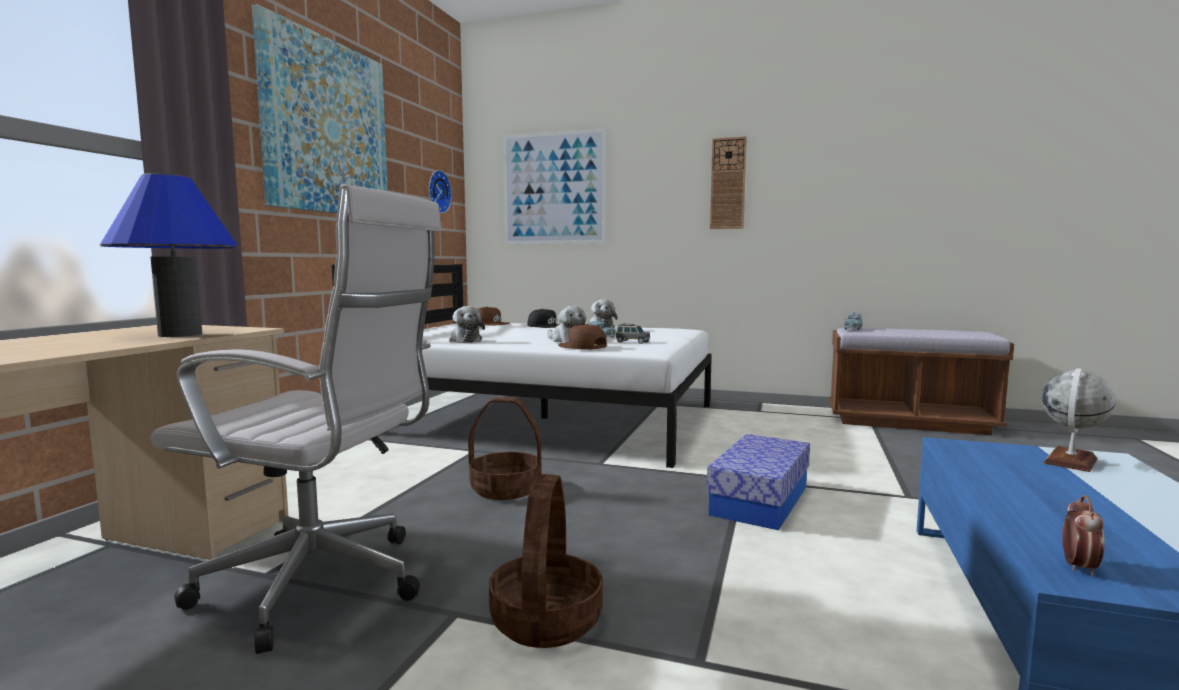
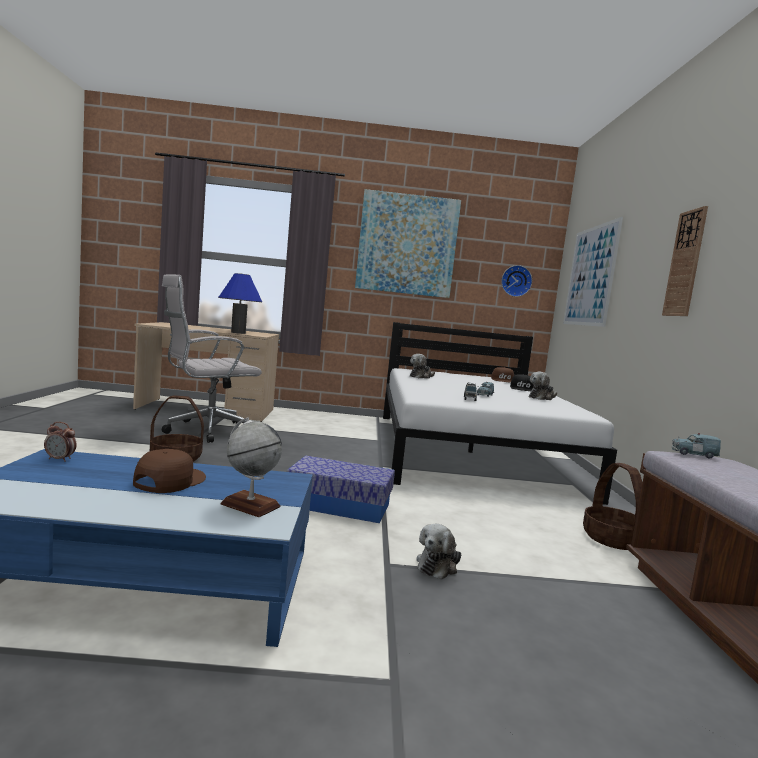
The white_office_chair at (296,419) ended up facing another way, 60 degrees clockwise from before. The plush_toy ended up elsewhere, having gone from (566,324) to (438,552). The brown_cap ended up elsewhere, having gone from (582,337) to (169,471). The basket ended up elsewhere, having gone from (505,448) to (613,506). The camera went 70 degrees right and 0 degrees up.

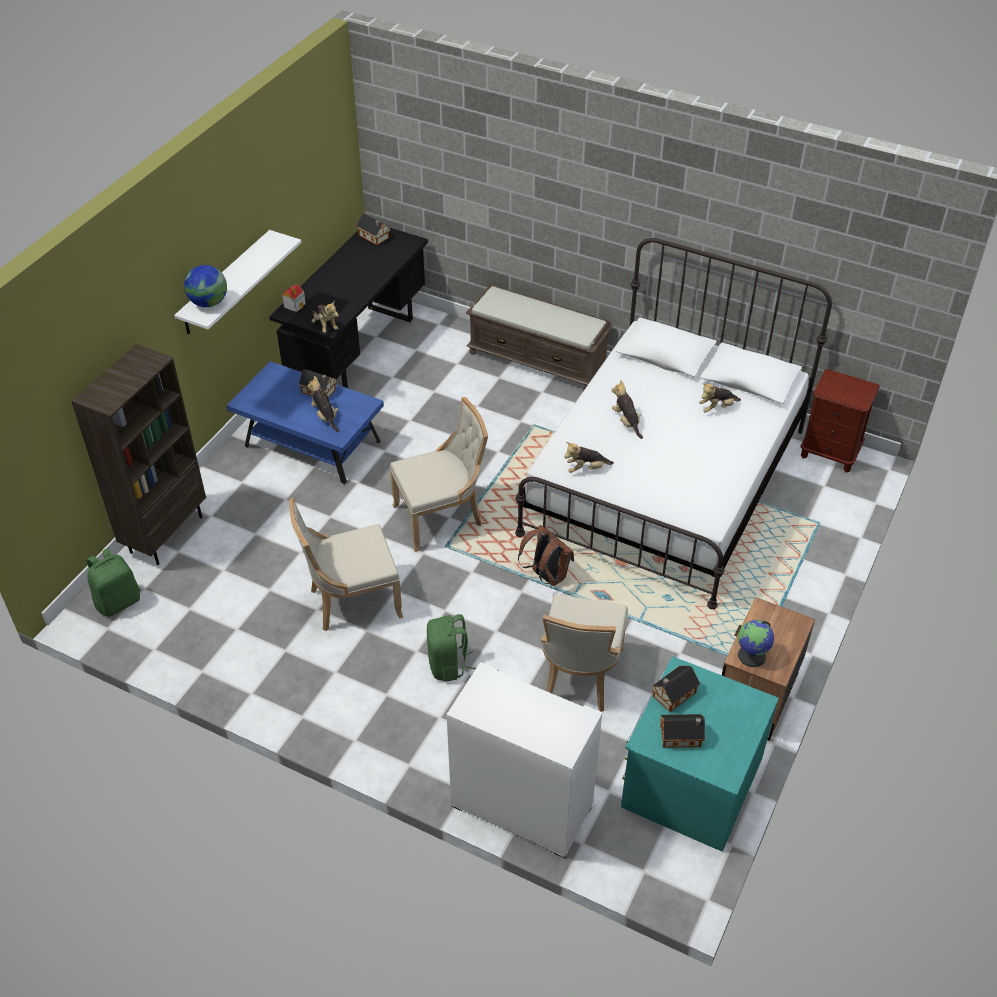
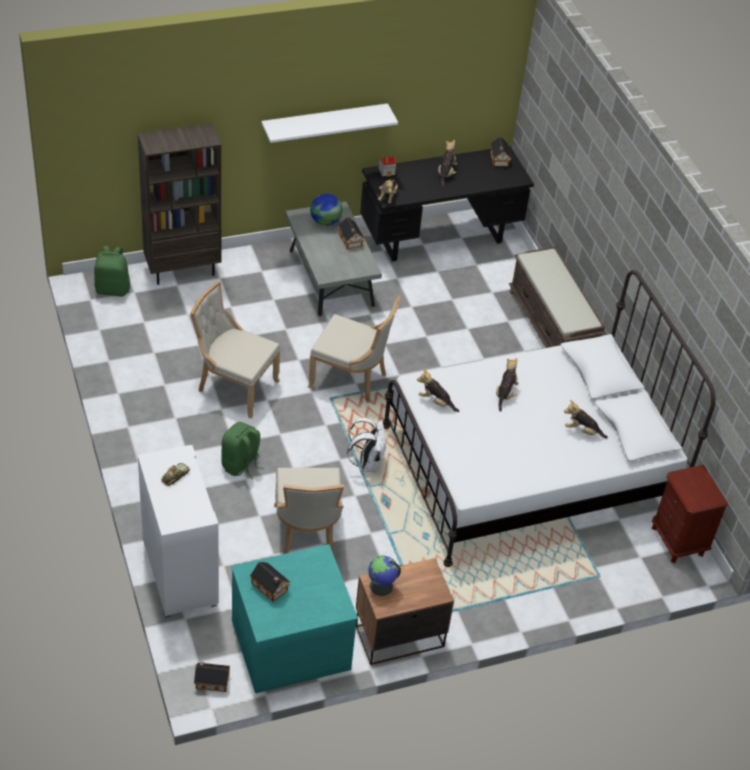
The globe ended up elsewhere, having gone from (205,286) to (326,210). What was the blue_coffee_table at (305,423) turned into the grey_coffee_table at (333,259). The plush_toy ended up elsewhere, having gone from (323,404) to (447,163). What was the brown_backpack at (546,555) turned into the white_backpack at (366,444). The beige_chair at (584,653) ended up facing another way, 60 degrees counterclockwise from before. The toy_house ended up elsewhere, having gone from (676,689) to (212,677). The second view gained the toy_car at (175,474). The camera went 40 degrees right and 0 degrees up.

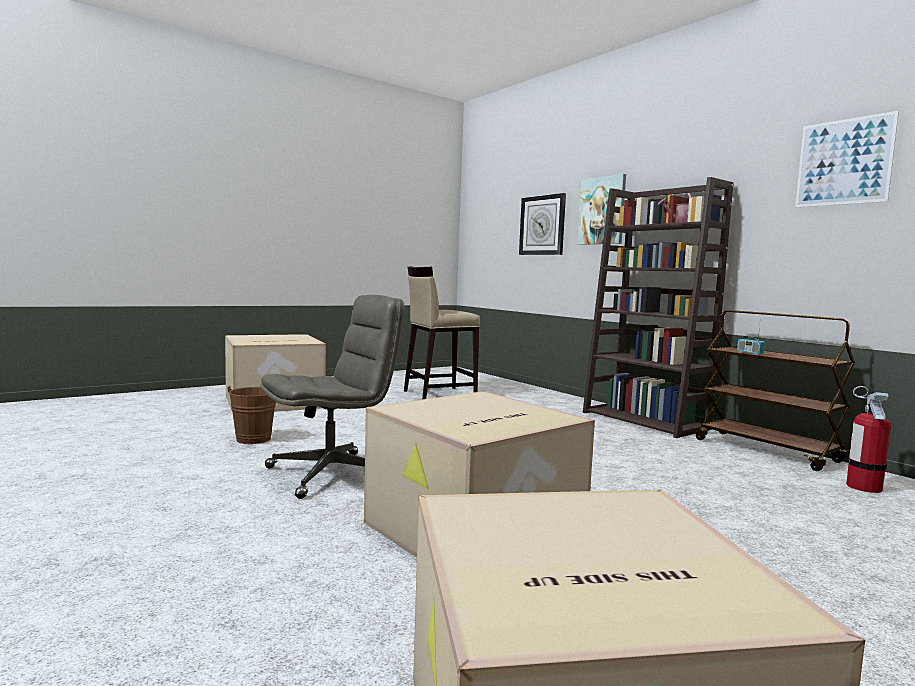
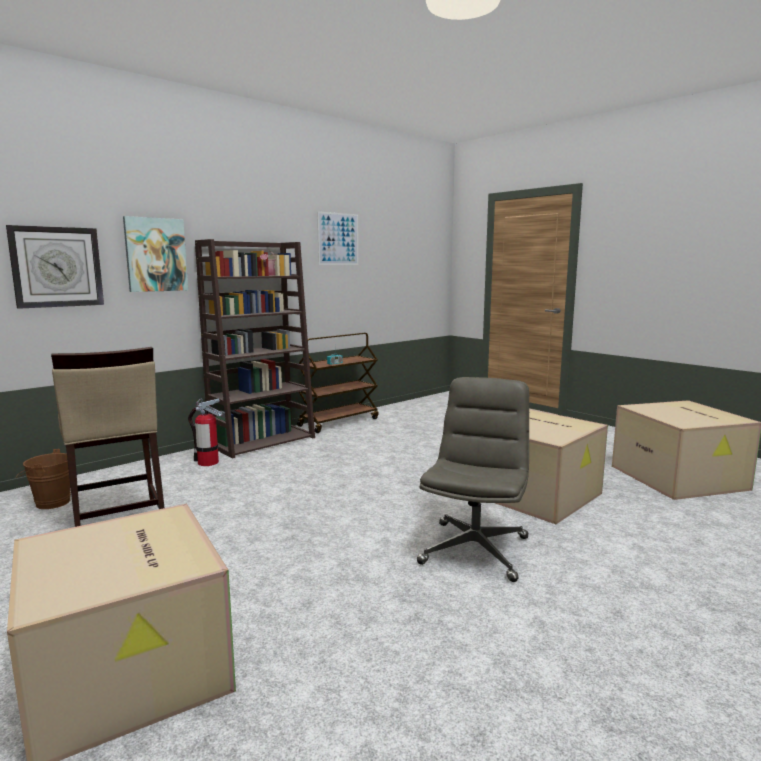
The grey_office_chair at (332,397) ended up facing another way, 60 degrees clockwise from before. The brown_bucket ended up elsewhere, having gone from (251,415) to (43,479). The fire_extinguisher ended up elsewhere, having gone from (868,439) to (205,432). The camera went 95 degrees left and 5 degrees up.

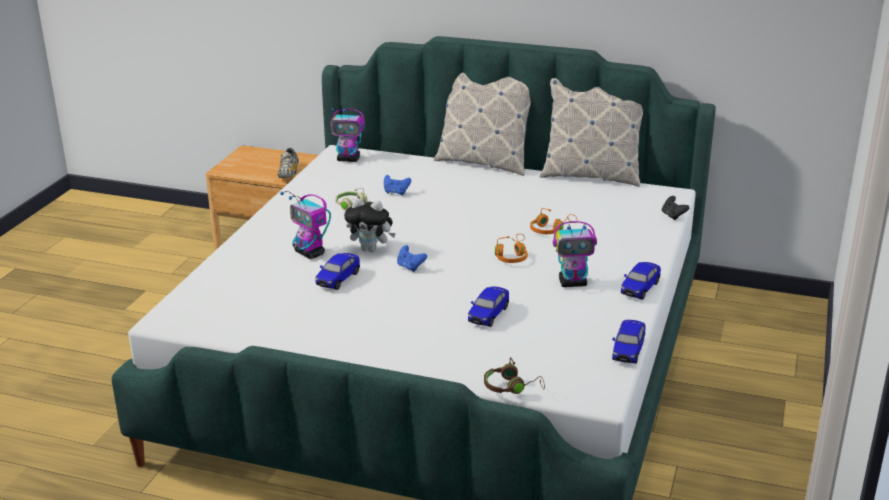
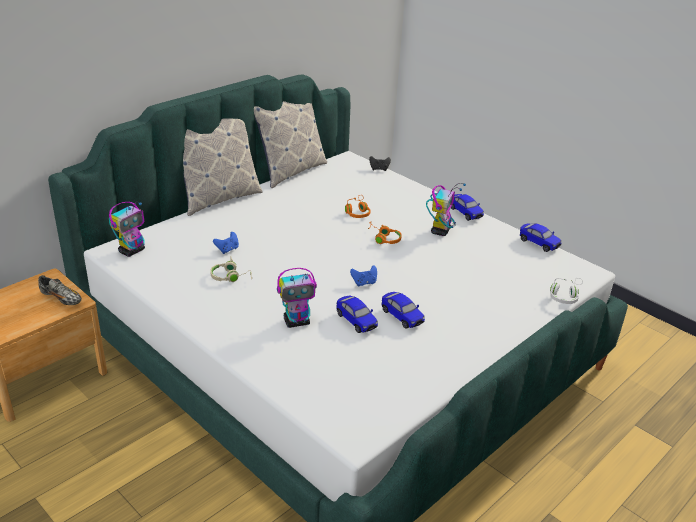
The second view lost the plush_toy at (370,225). The toy_car ended up elsewhere, having gone from (488,306) to (403,310). What was the brown_headphones at (514,375) turned into the white_headphones at (566,291). The camera went 65 degrees left and 5 degrees up.

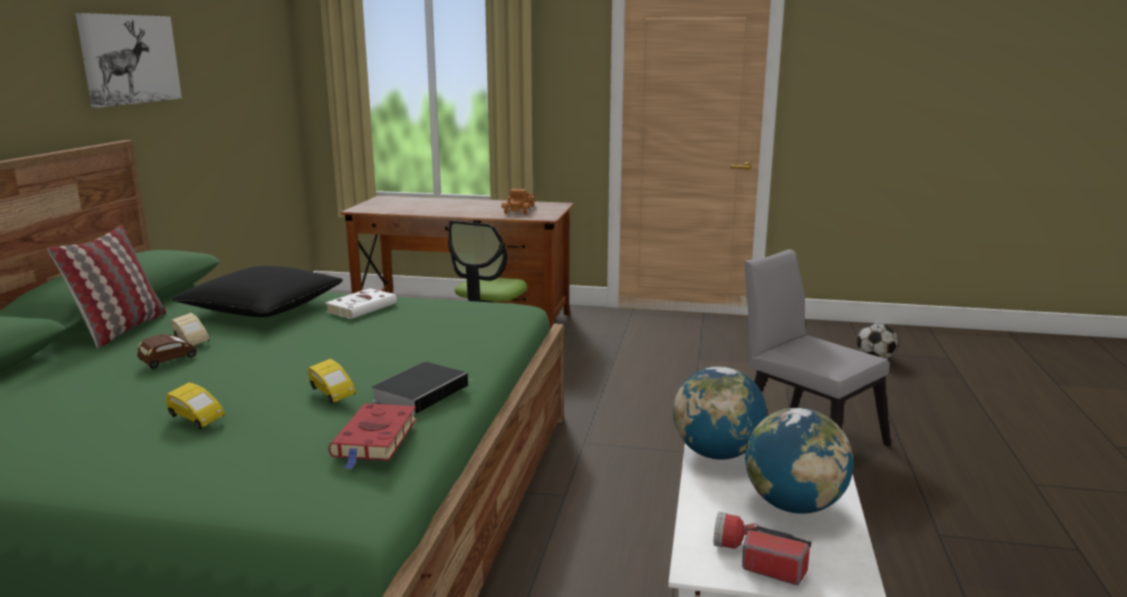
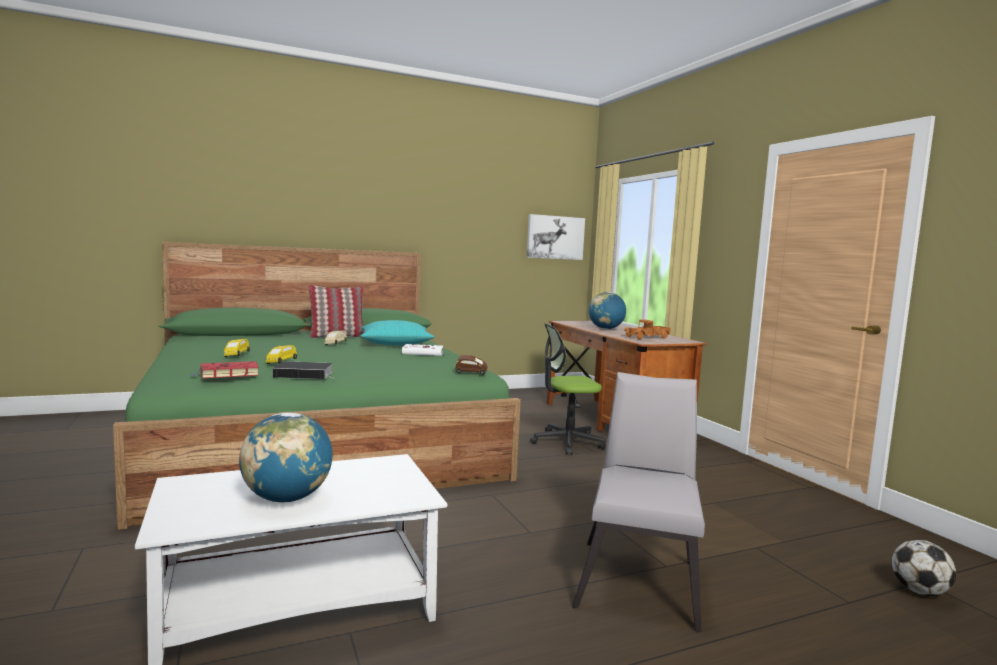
The picture ended up elsewhere, having gone from (129,60) to (555,237). What was the black_pillow at (257,291) turned into the turquoise_pillow at (397,332). The brown_toy_car ended up elsewhere, having gone from (167,351) to (471,365). The globe ended up elsewhere, having gone from (720,413) to (607,310). The second view lost the flashlight at (763,548). The camera went 55 degrees right and 10 degrees down.

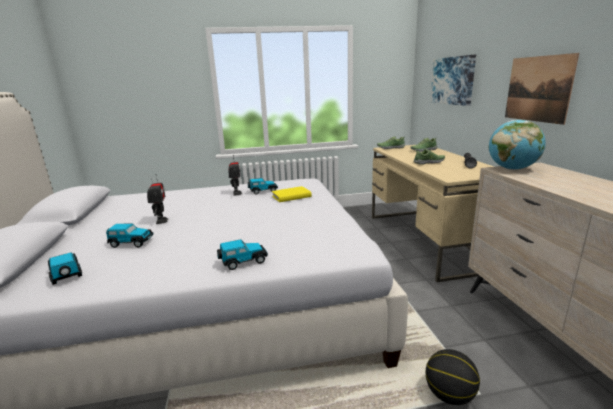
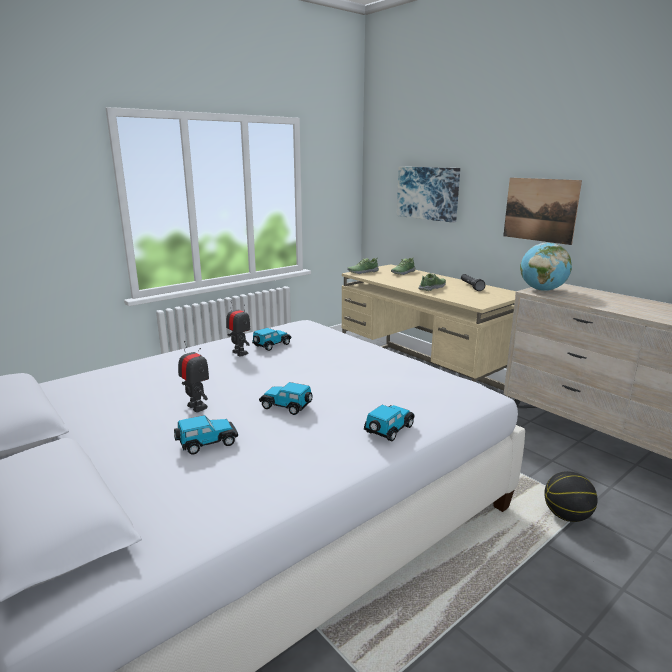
The second view lost the yellow_book at (292,194). The toy_car ended up elsewhere, having gone from (65,268) to (286,398). The camera went 30 degrees left and 0 degrees up.

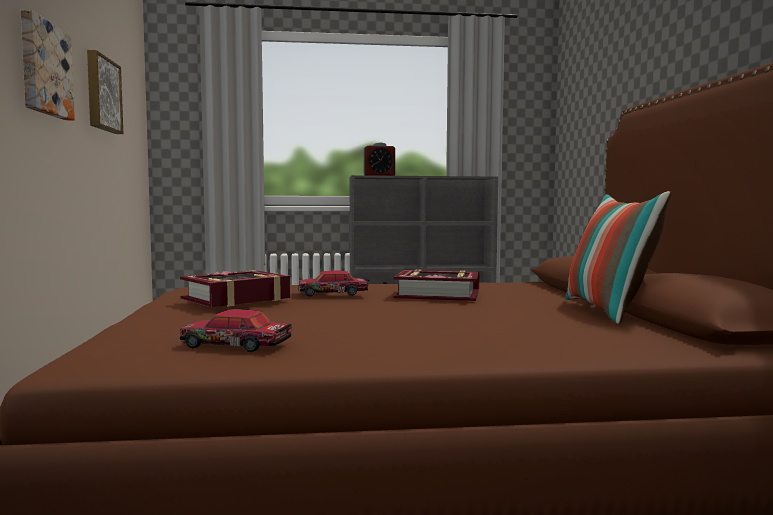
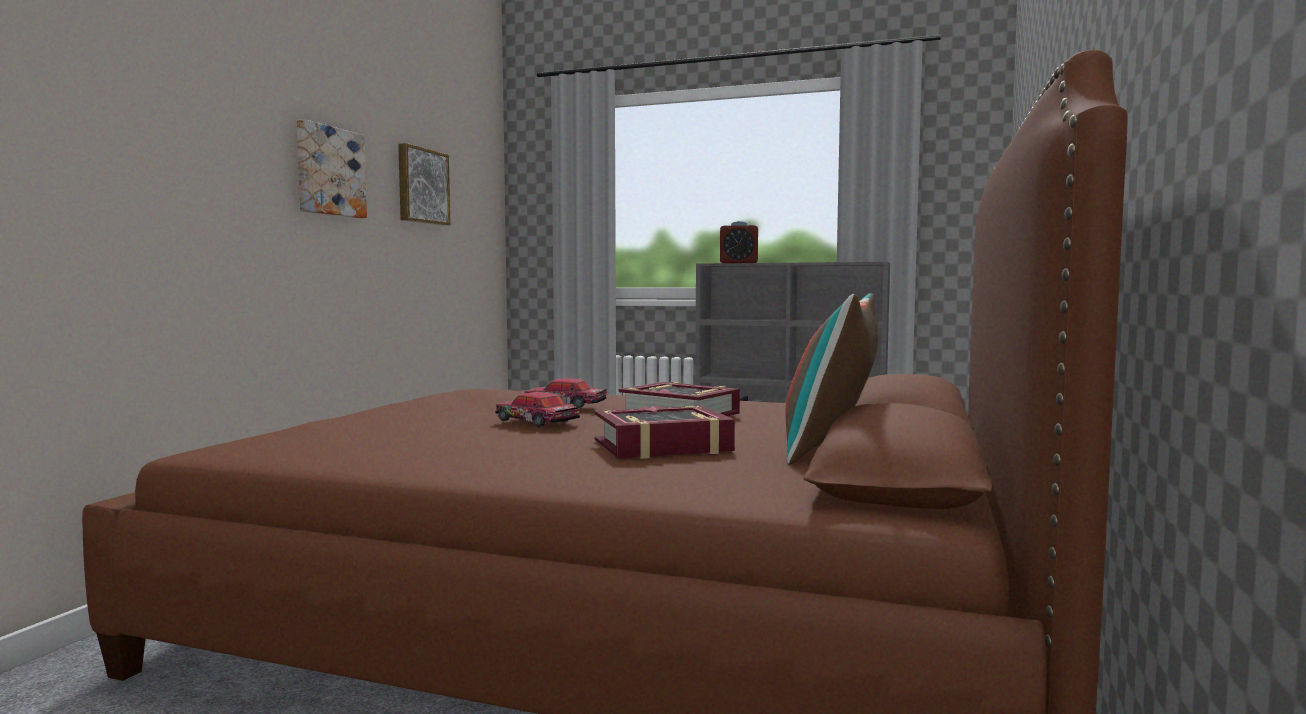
The book ended up elsewhere, having gone from (235,288) to (665,432). The toy_car ended up elsewhere, having gone from (236,331) to (537,409). The camera went 25 degrees right and 0 degrees up.

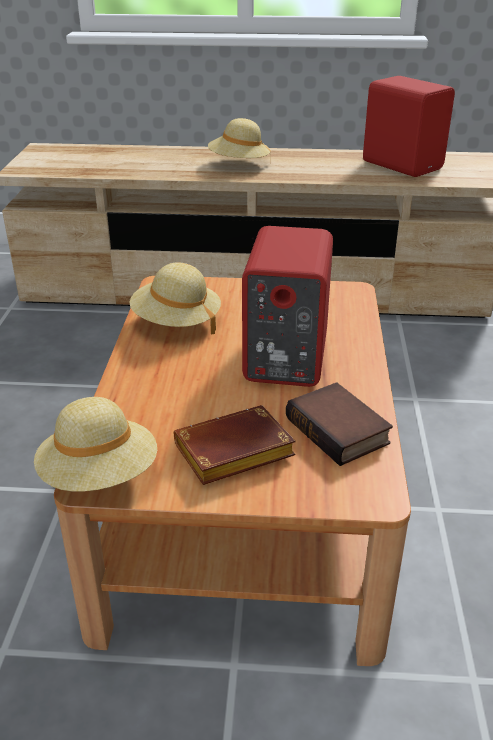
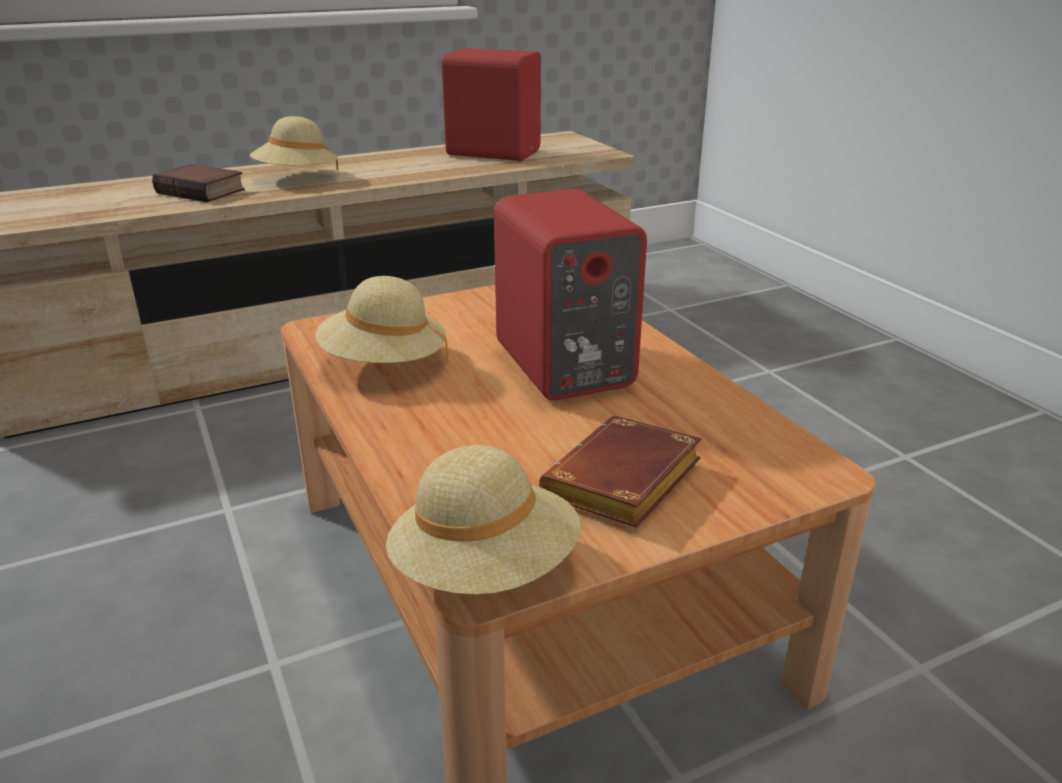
The book ended up elsewhere, having gone from (339,424) to (198,183). The camera went 30 degrees left and 5 degrees down.

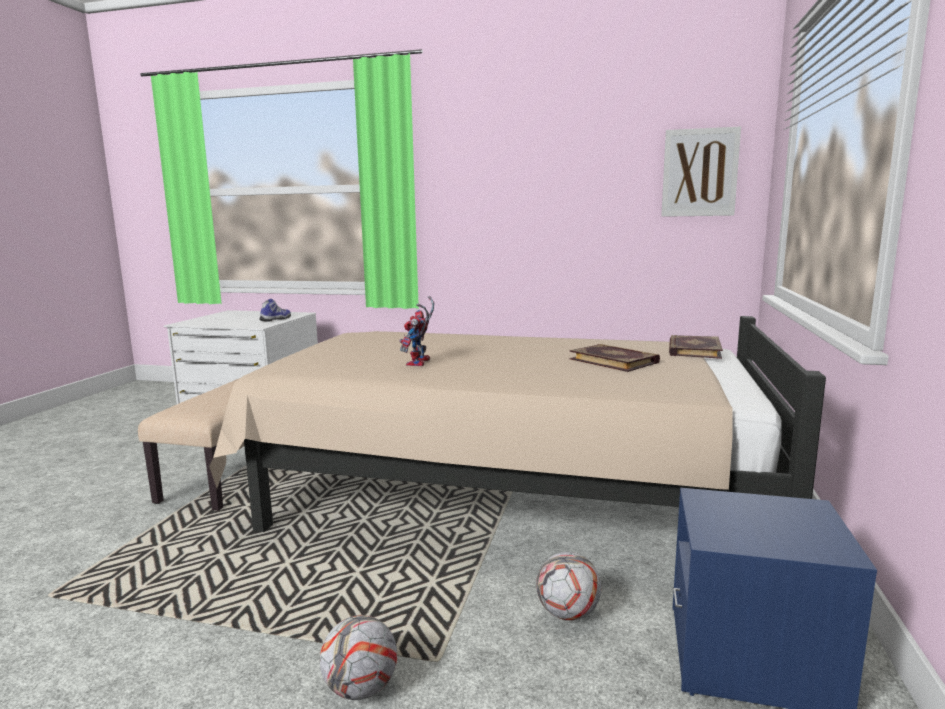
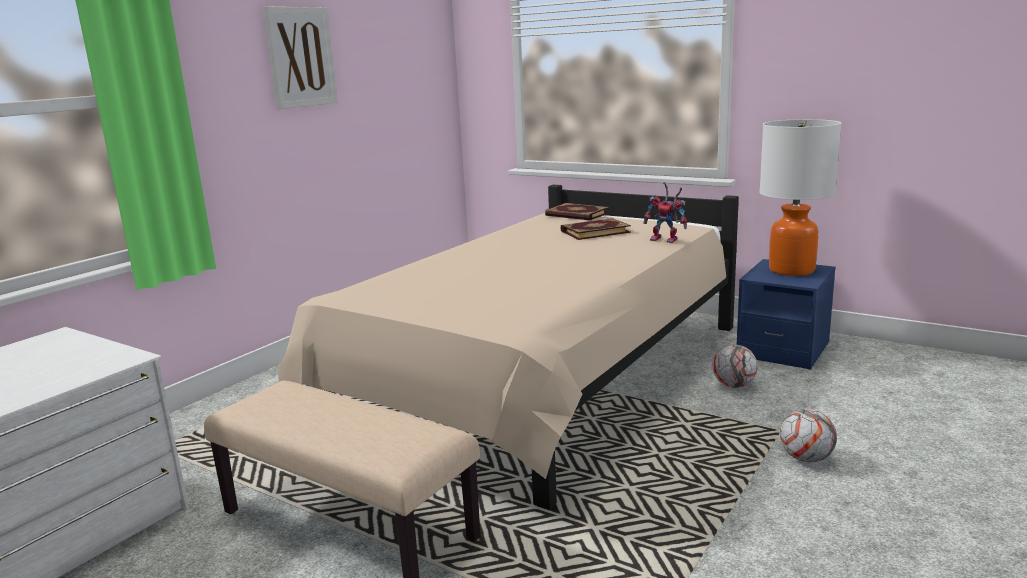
The picture ended up elsewhere, having gone from (701,172) to (300,57). The toy_robot ended up elsewhere, having gone from (416,331) to (665,212). The second view lost the shoe at (275,310). The second view gained the table_lamp at (800,197). The camera went 70 degrees left and 5 degrees up.

